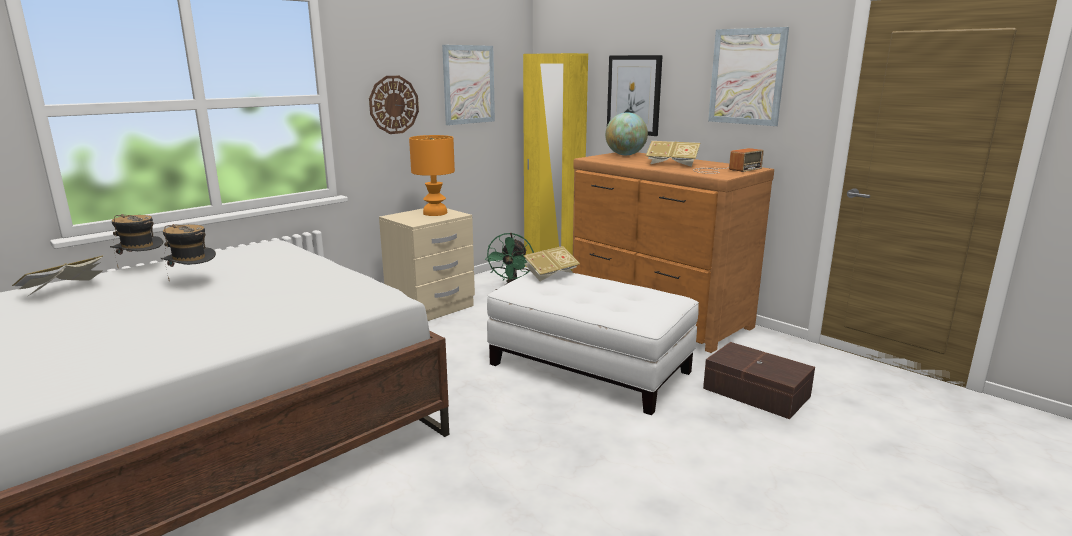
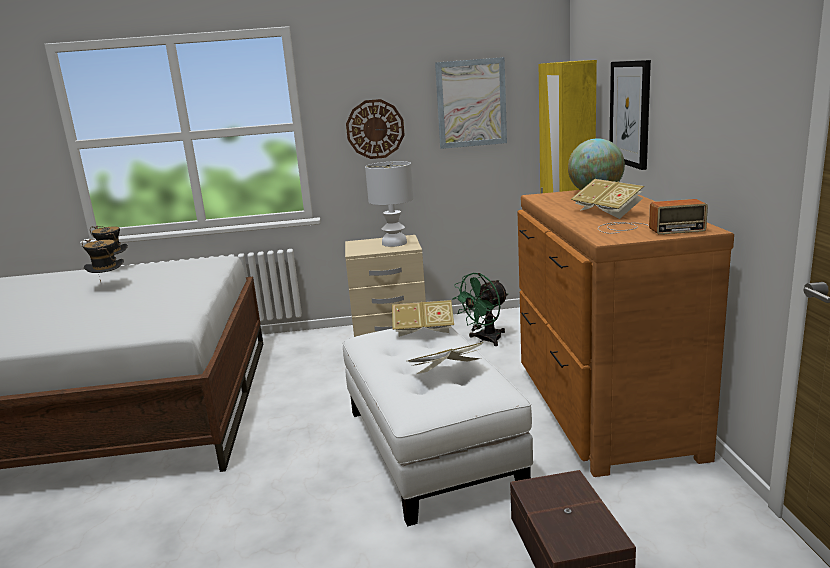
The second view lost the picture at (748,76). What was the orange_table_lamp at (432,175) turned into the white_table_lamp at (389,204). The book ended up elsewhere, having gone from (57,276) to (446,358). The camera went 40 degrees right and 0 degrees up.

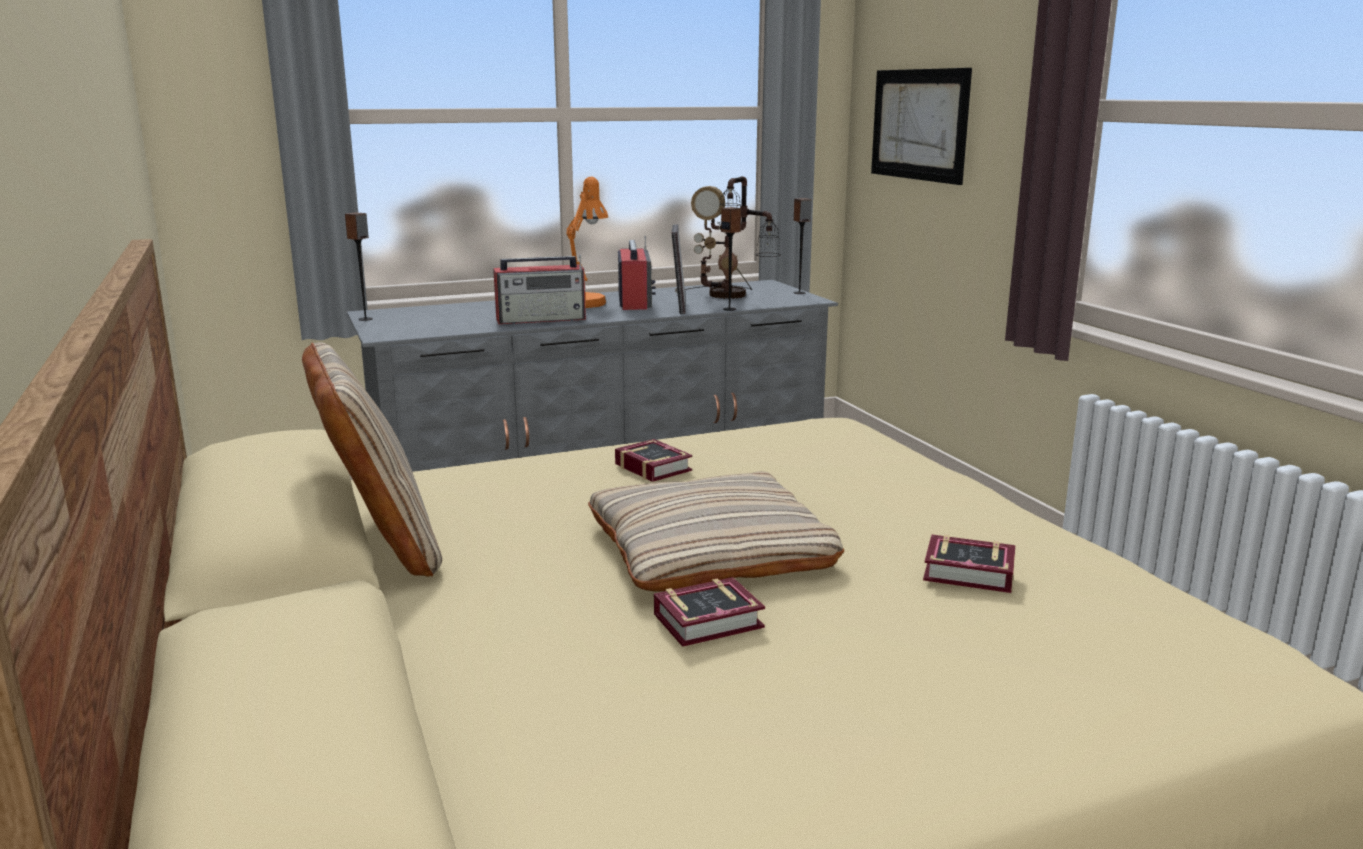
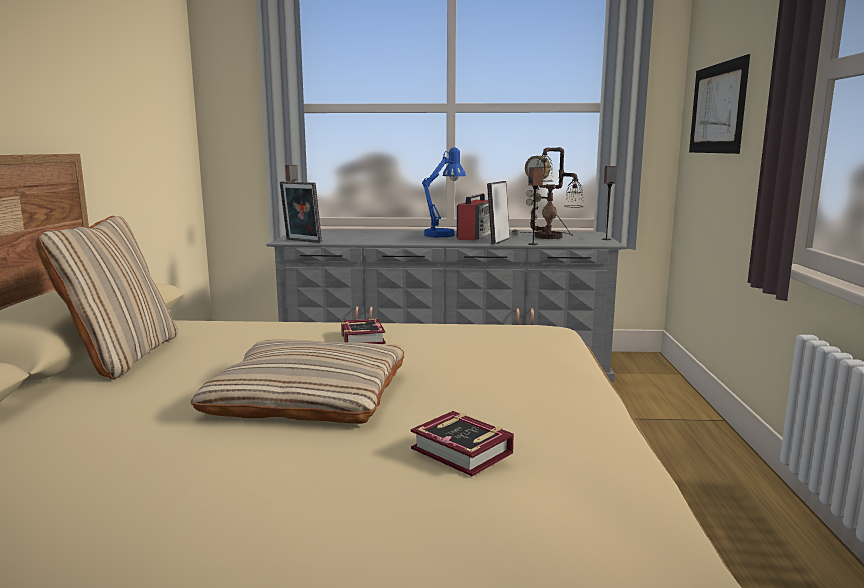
What was the orange_table_lamp at (587,242) turned into the blue_table_lamp at (444,192). The second view lost the radio at (539,289). The second view lost the book at (709,612). The second view gained the picture_frame at (301,212). The camera went 25 degrees right and 5 degrees down.

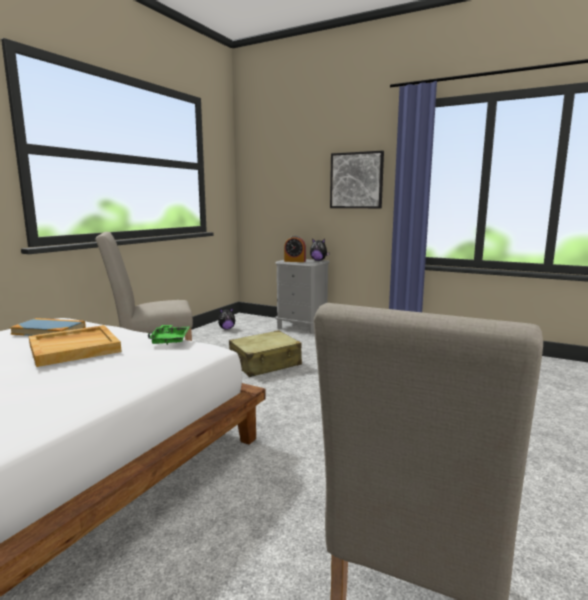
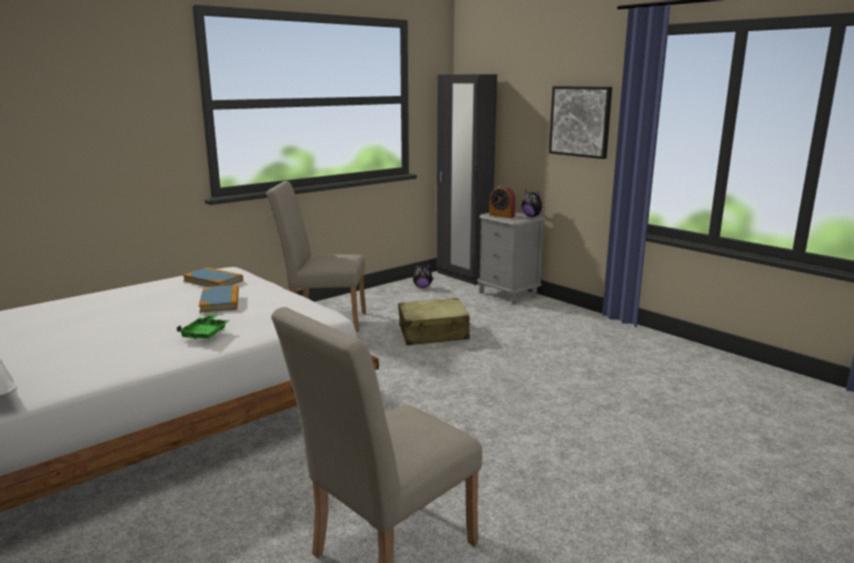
Where the beige_tray stood at (75,346), the book came to stand at (219,299). The green_tray ended up elsewhere, having gone from (169,335) to (203,327). The second view gained the black_wardrobe at (467,179). The camera went 20 degrees right and 5 degrees up.

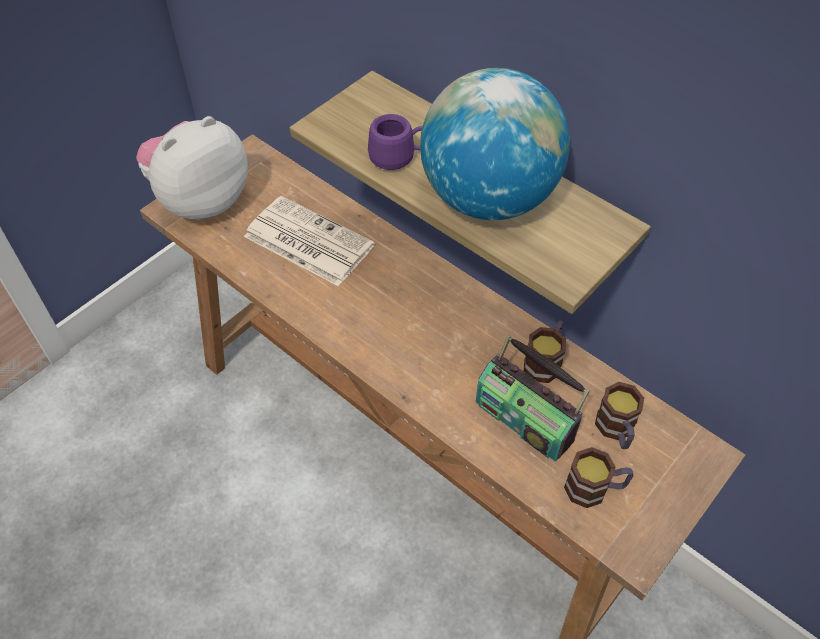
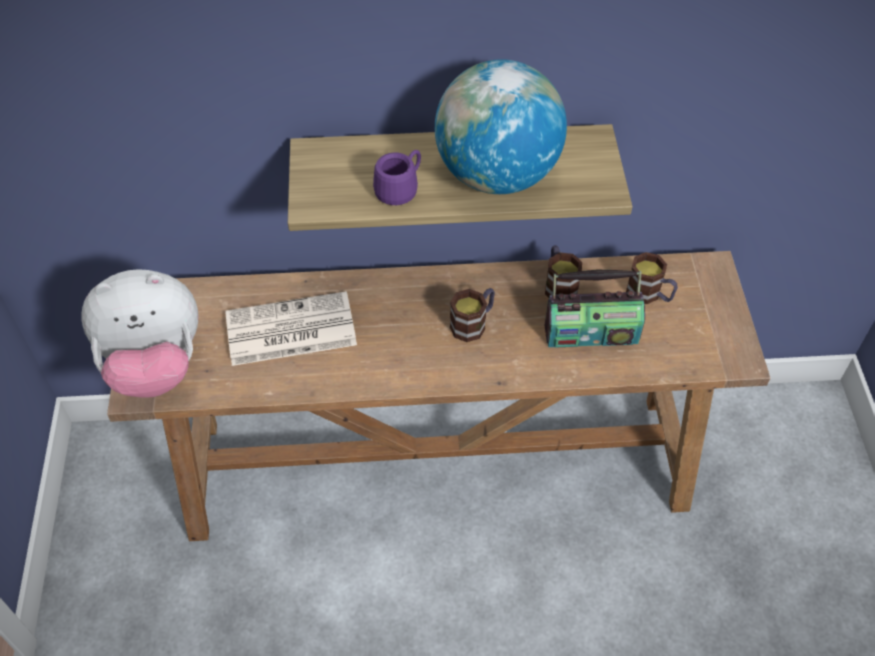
The plush_toy at (192,168) ended up facing another way, 105 degrees counterclockwise from before. The mug ended up elsewhere, having gone from (598,477) to (472,315). The camera went 45 degrees left and 0 degrees up.

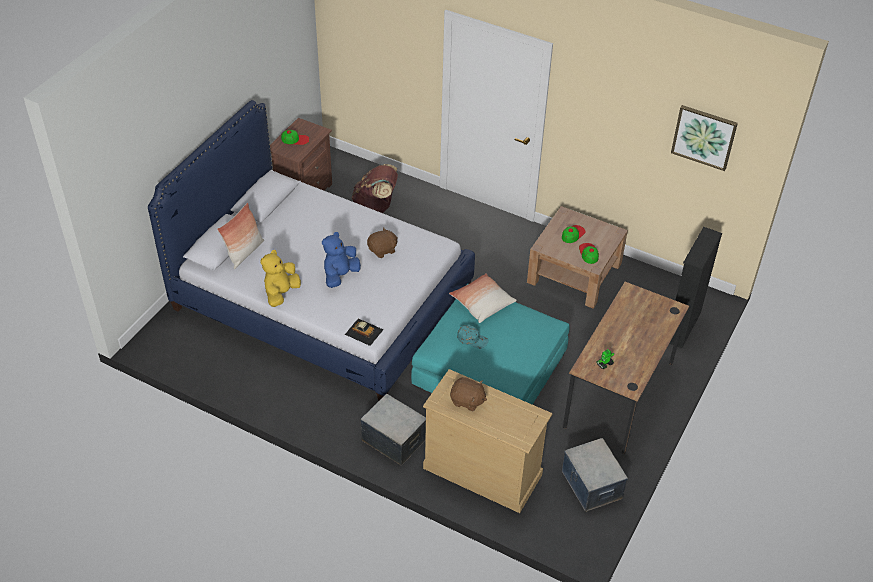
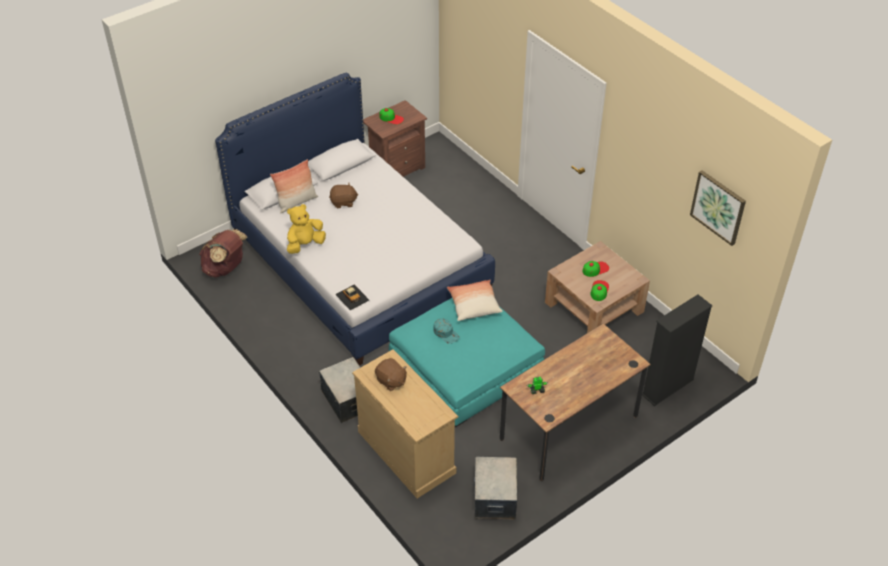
The brown_backpack ended up elsewhere, having gone from (374,188) to (223,253). The brown_plush_toy ended up elsewhere, having gone from (382,242) to (344,195). The second view lost the blue_plush_toy at (341,260). The camera went 25 degrees right and 0 degrees up.

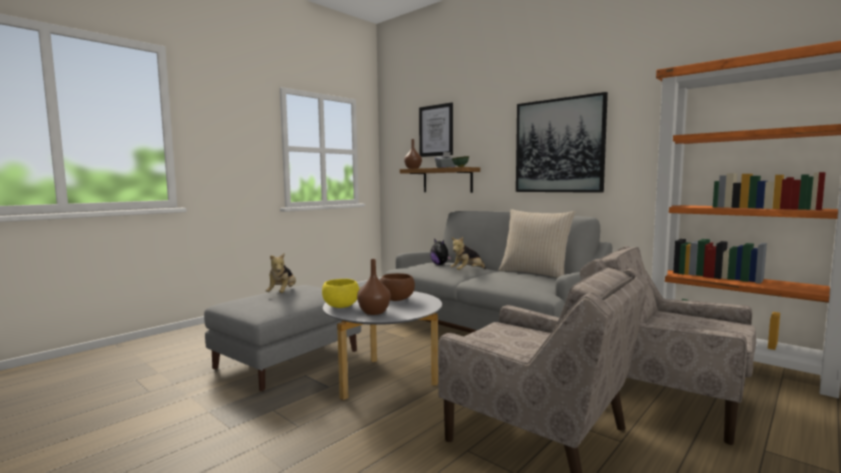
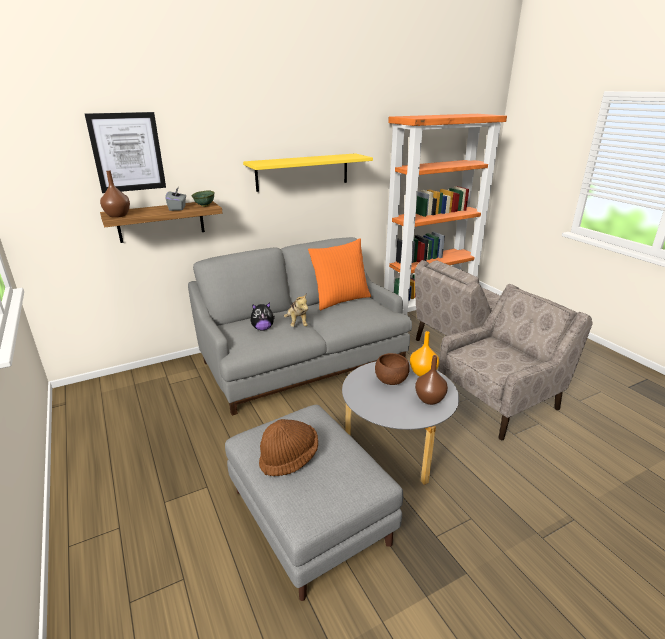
Where the picture hung at (562,142), the yellow_shelf came to hang at (308,172). What was the beige_pillow at (537,243) turned into the orange_pillow at (339,274). Where the plush_toy stood at (281,273), the brown_hat came to stand at (288,447). The second view lost the yellow_bowl at (340,293). The second view gained the orange_vase at (424,353). The camera went 70 degrees left and 20 degrees up.

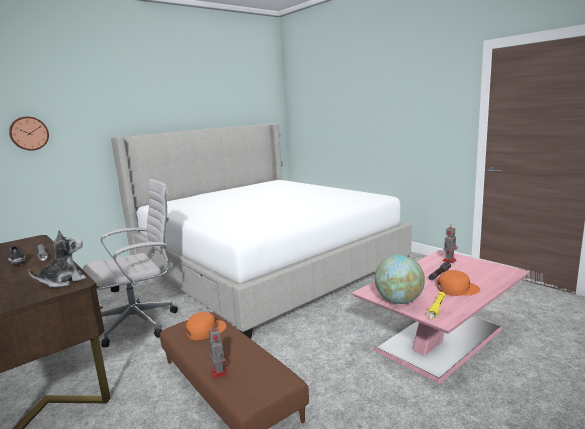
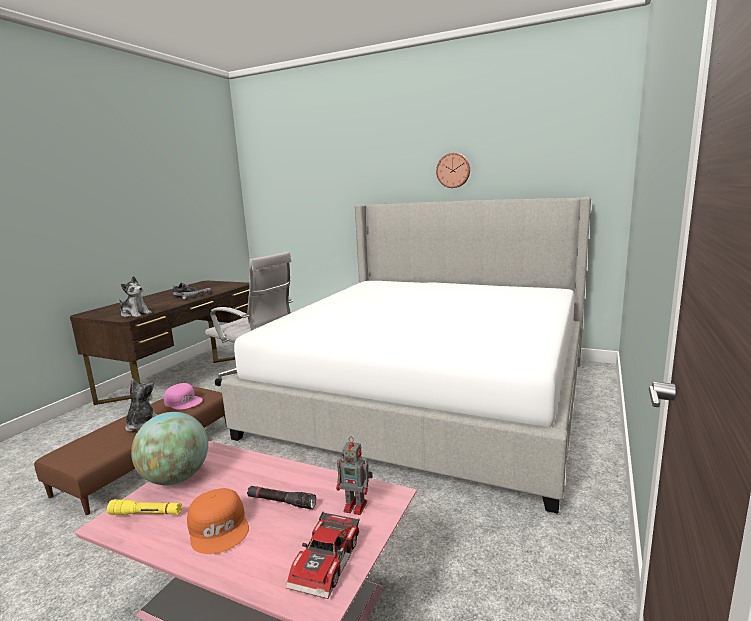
The wall_clock ended up elsewhere, having gone from (29,134) to (453,170). What was the orange_cap at (206,326) turned into the pink_cap at (183,396). The second view lost the toy_robot at (218,351). The second view gained the plush_toy at (141,405). The second view gained the toy_car at (323,555). The camera went 65 degrees right and 0 degrees up.

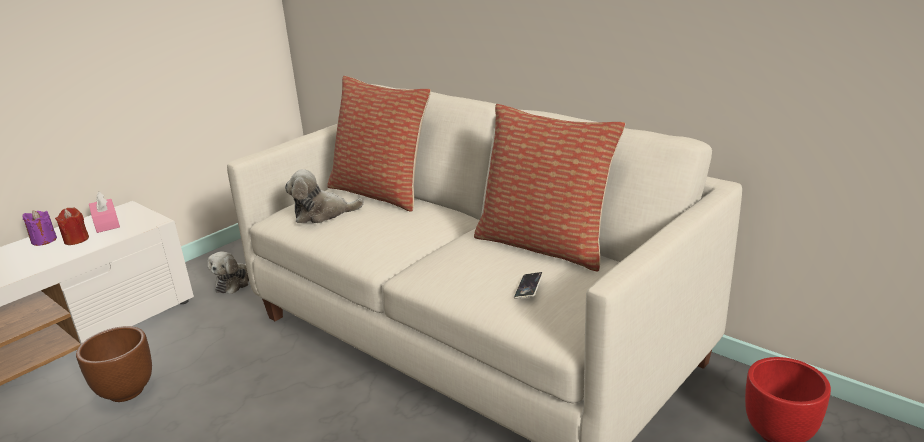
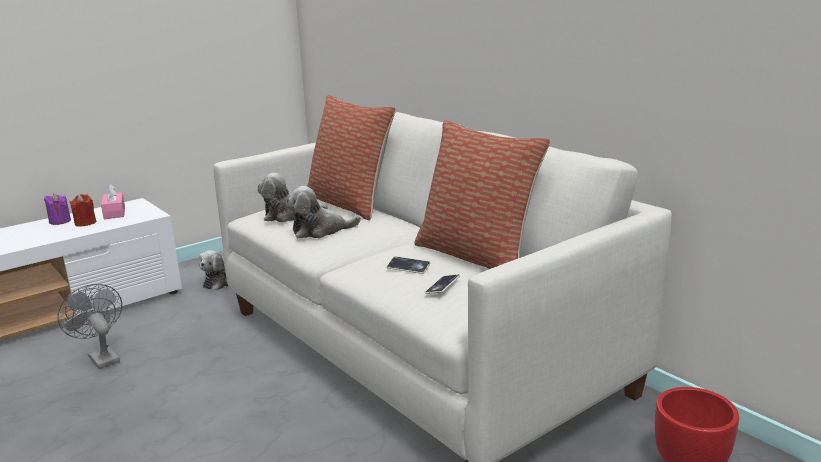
Where the brown_planter stood at (114,364), the grey_fan came to stand at (89,326). The second view gained the plush_toy at (323,212). The second view gained the phone at (408,265). The camera went 10 degrees right and 5 degrees down.

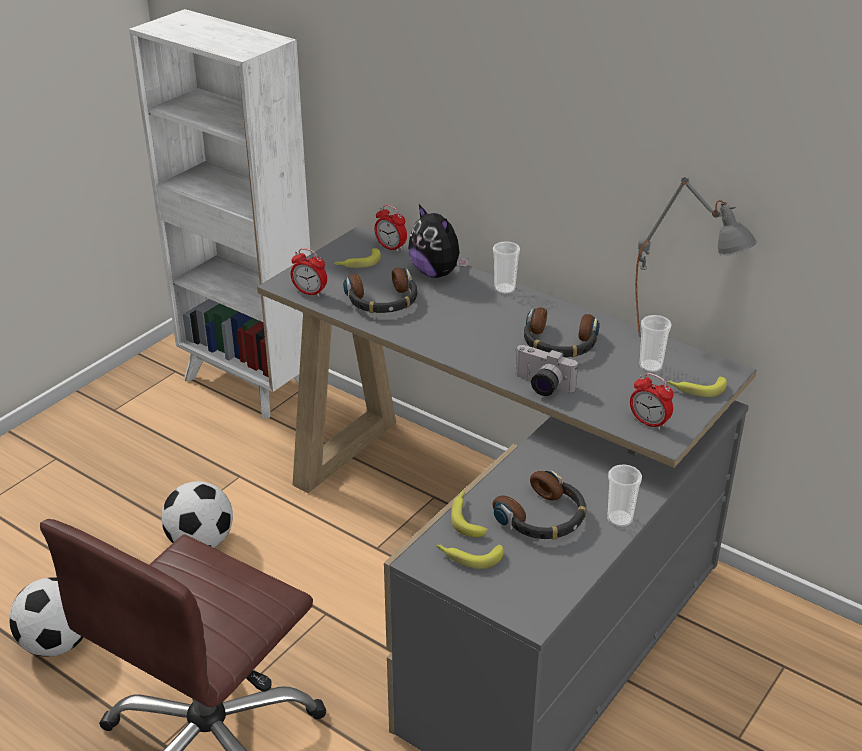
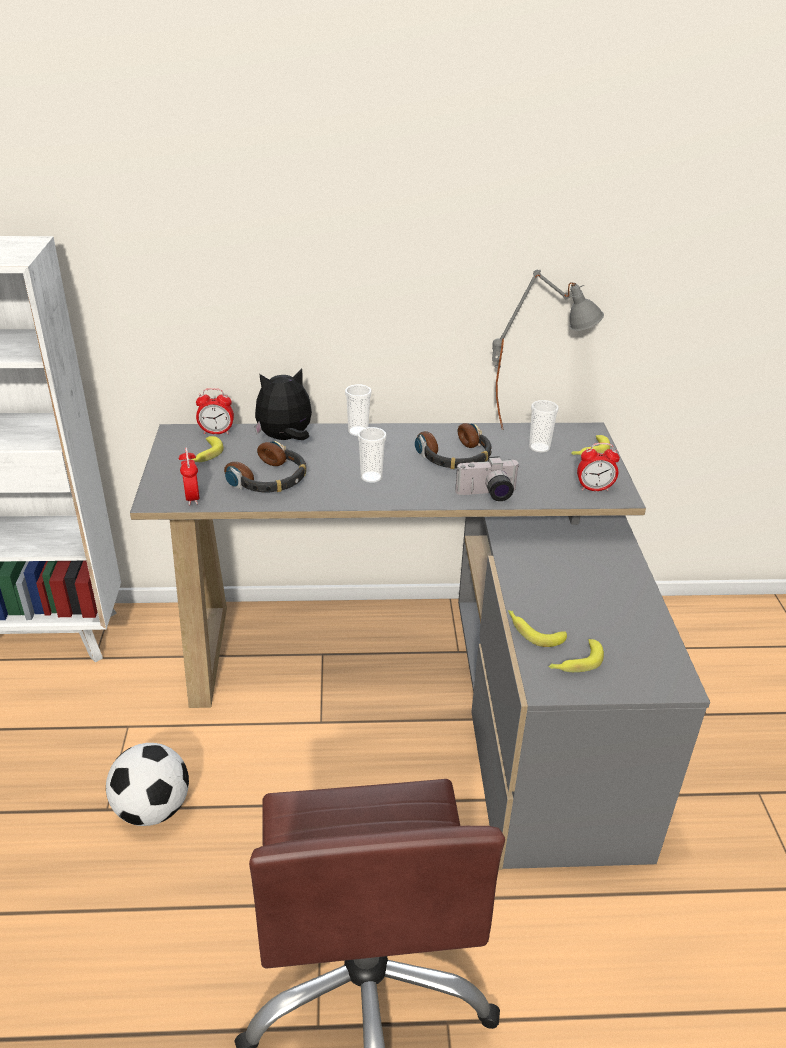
The plush_toy at (438,241) ended up facing another way, 150 degrees clockwise from before. The alarm_clock at (309,272) ended up facing another way, 90 degrees counterclockwise from before. The cup ended up elsewhere, having gone from (624,495) to (372,455). The second view lost the headphones at (539,505). The second view lost the football at (46,617). The camera went 40 degrees left and 0 degrees up.

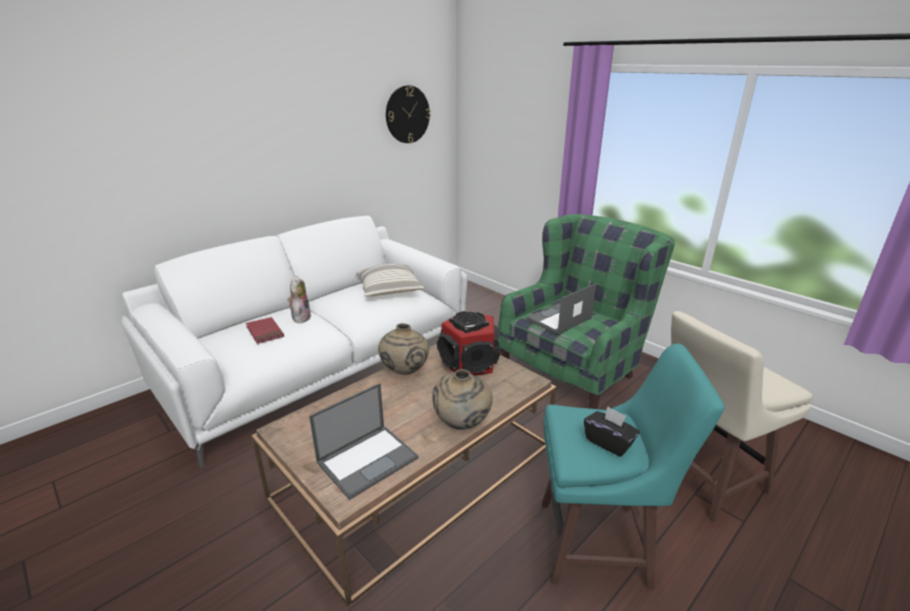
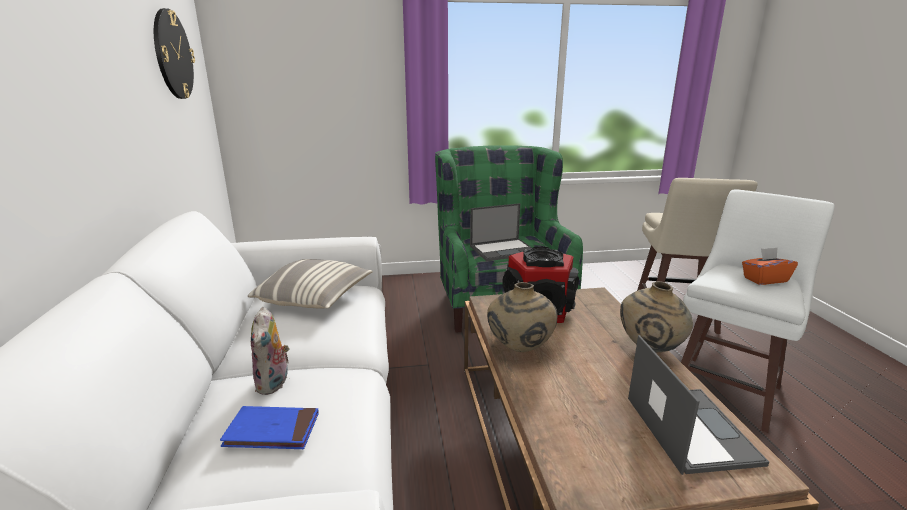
The plush_toy at (299,299) ended up facing another way, 135 degrees counterclockwise from before. The laptop at (561,309) ended up facing another way, 105 degrees counterclockwise from before. What was the red_book at (265,330) turned into the blue_book at (269,427). What was the turquoise_stool at (633,467) turned into the white_stool at (758,311). What was the black_tissue_box at (612,431) turned into the orange_tissue_box at (770,266). The camera went 55 degrees left and 5 degrees down.

